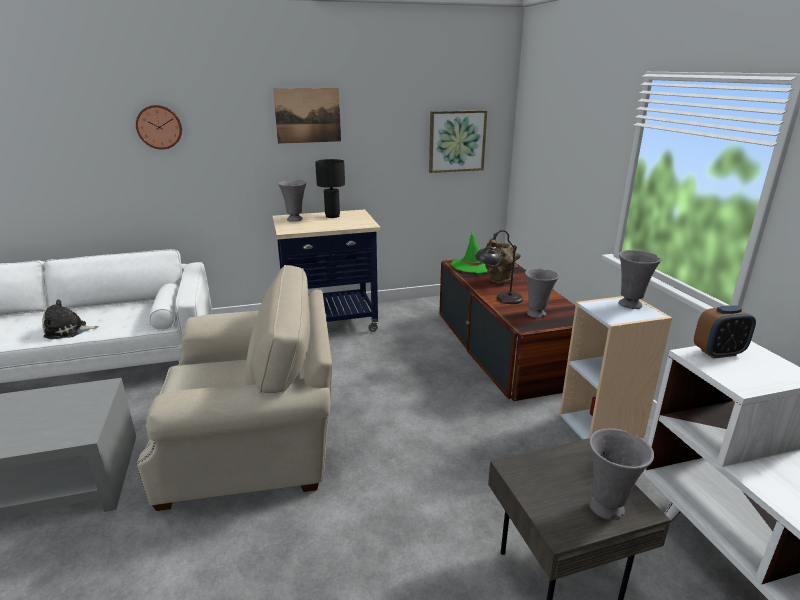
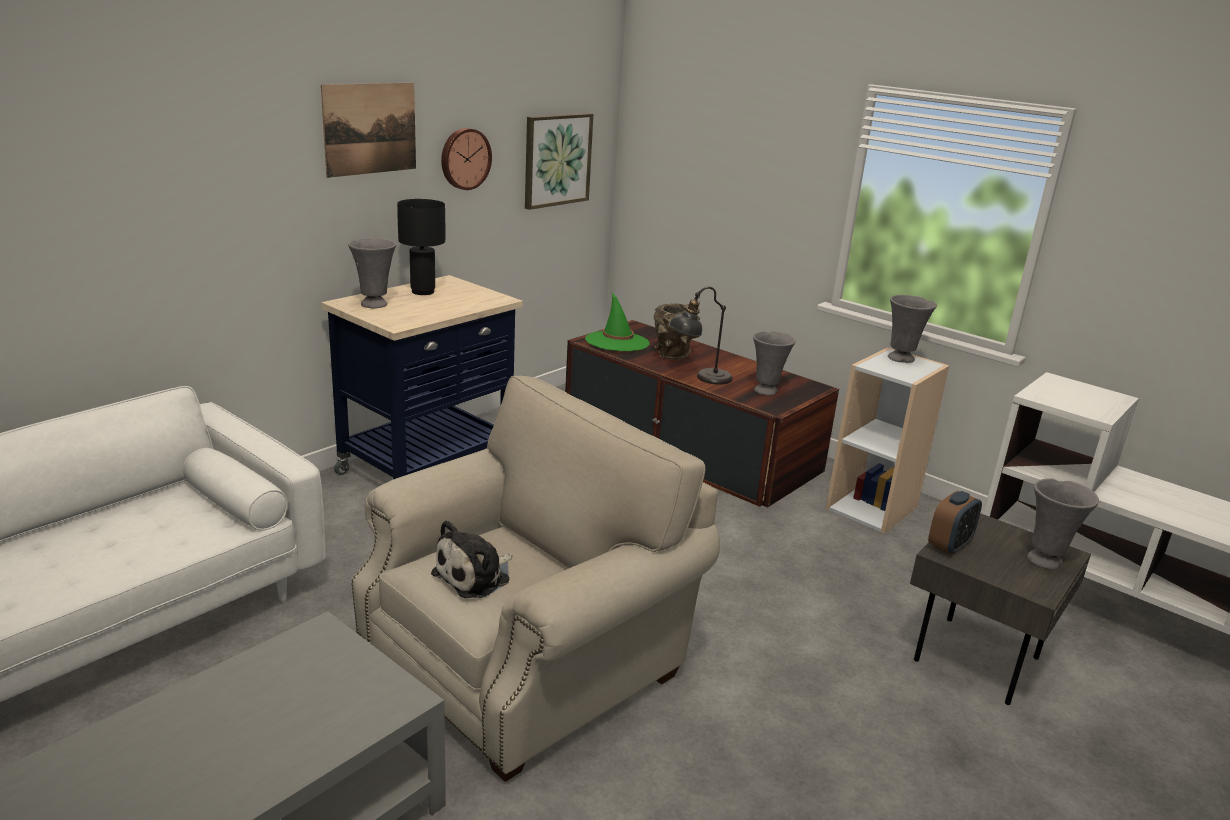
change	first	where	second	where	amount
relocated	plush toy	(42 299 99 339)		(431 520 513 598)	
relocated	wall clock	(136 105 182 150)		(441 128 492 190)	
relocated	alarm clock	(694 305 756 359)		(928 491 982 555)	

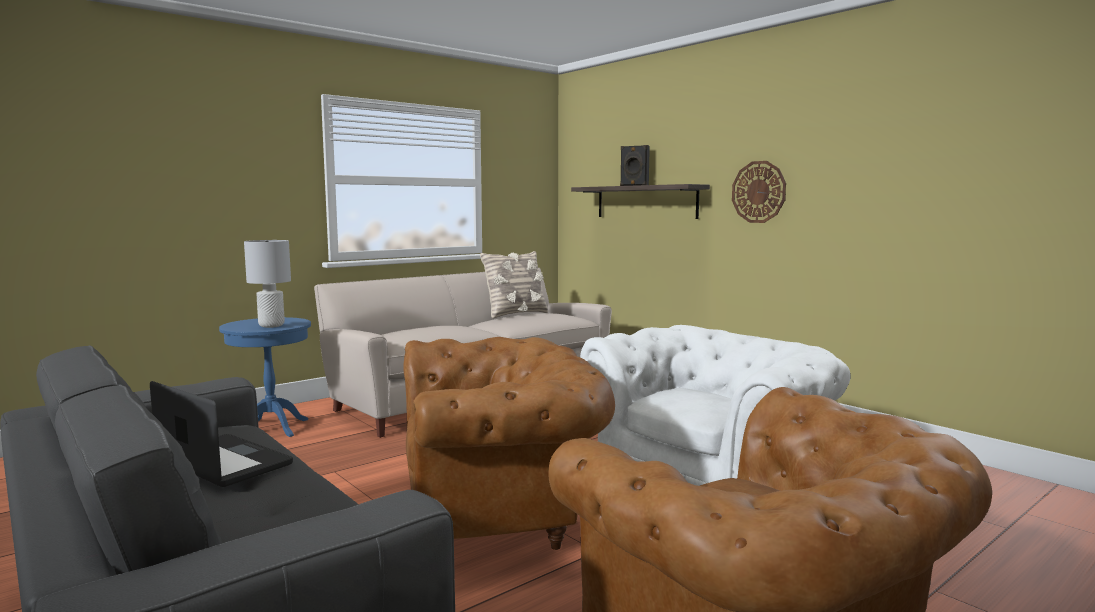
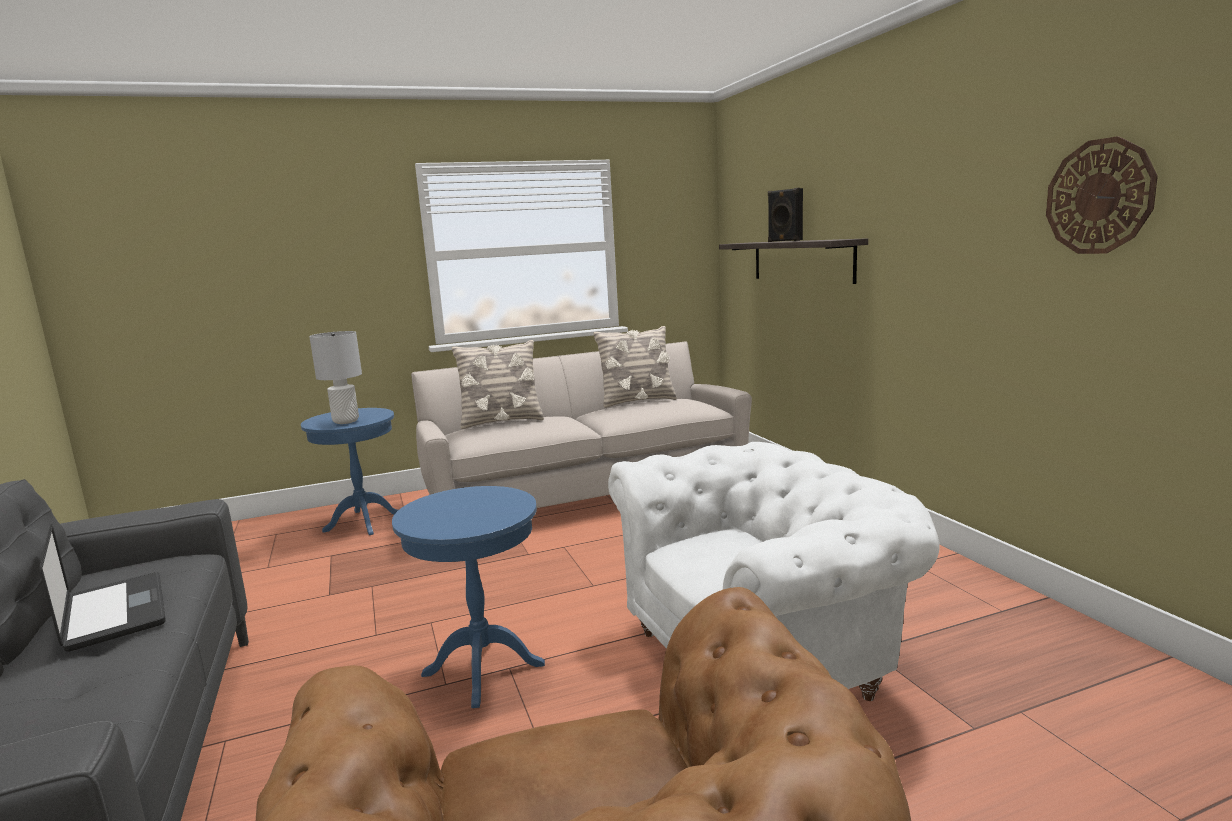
change	first	where	second	where	amount
exchanged	brown armchair	(403 337 615 550)	blue side table	(392 486 545 708)	
relocated	wall clock	(732 161 786 223)		(1046 136 1158 254)	
appeared			beige pillow	(452 340 544 429)	

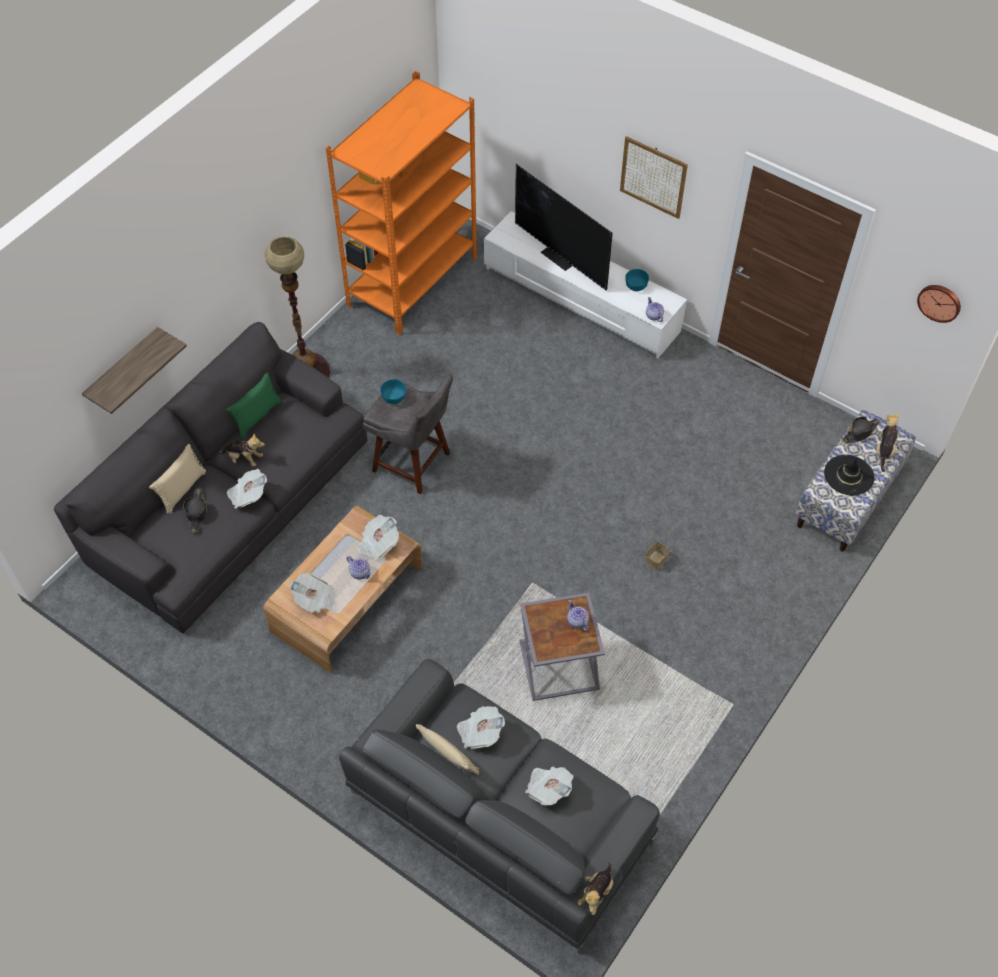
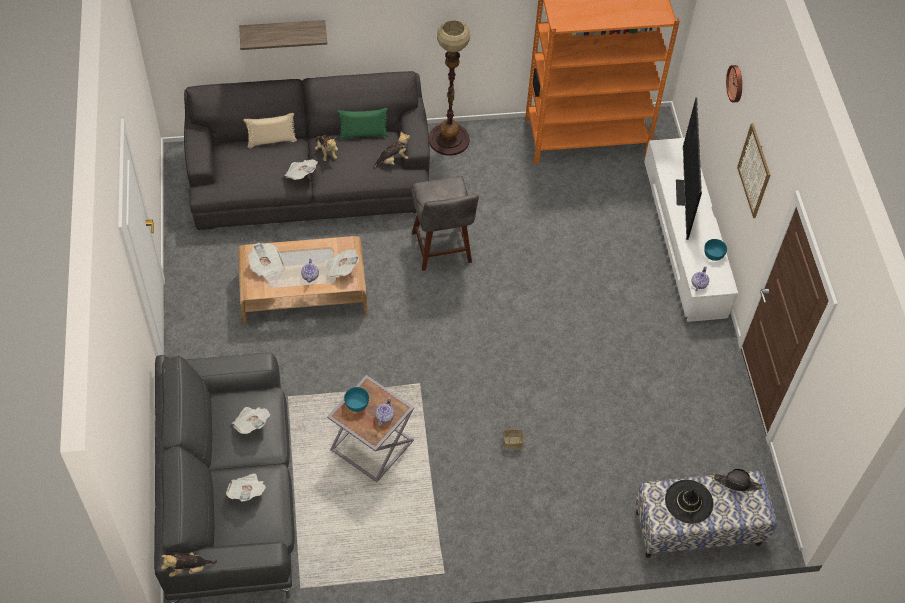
change	first	where	second	where	amount
missing	black hat	(183 489 207 533)			
relocated	turquoise bowl	(380 379 406 404)		(344 387 369 412)	
missing	beige pillow	(416 724 479 775)			
relocated	plush toy	(876 413 899 472)		(373 131 410 169)	
relocated	wall clock	(917 285 961 323)		(726 65 742 103)	

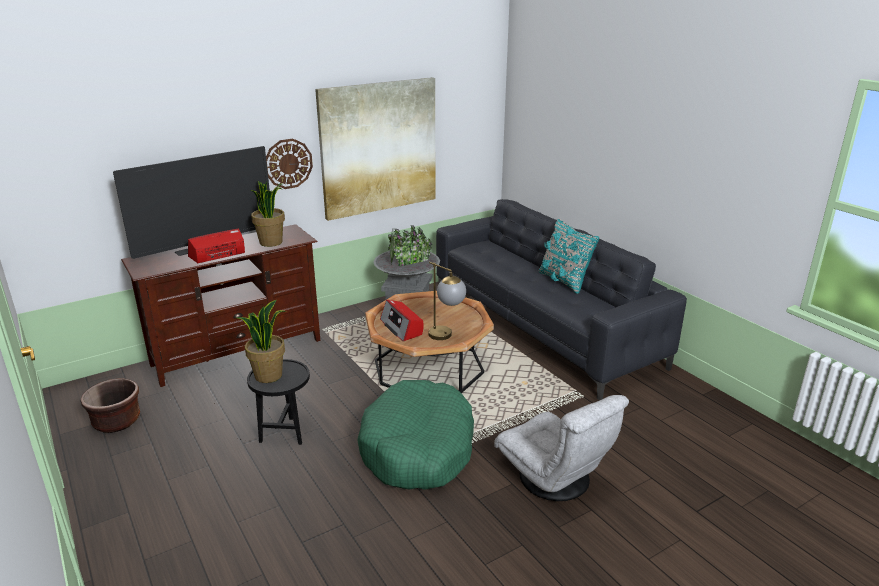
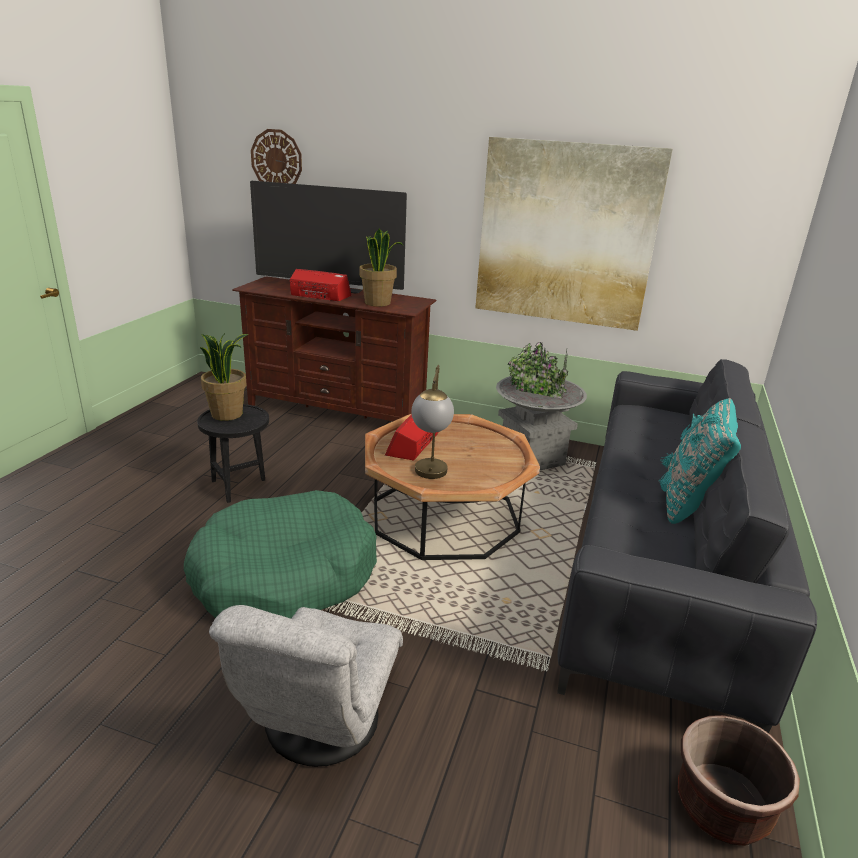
change	first	where	second	where	amount
relocated	brown planter	(81 378 140 433)		(678 715 800 846)	
relocated	wall clock	(266 139 313 189)		(251 129 302 184)	

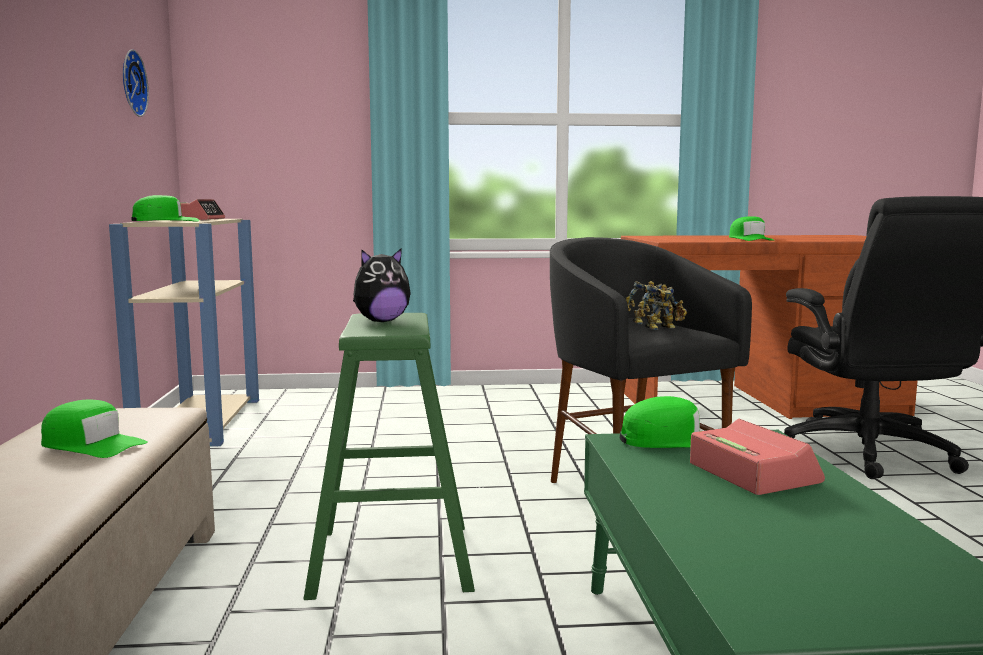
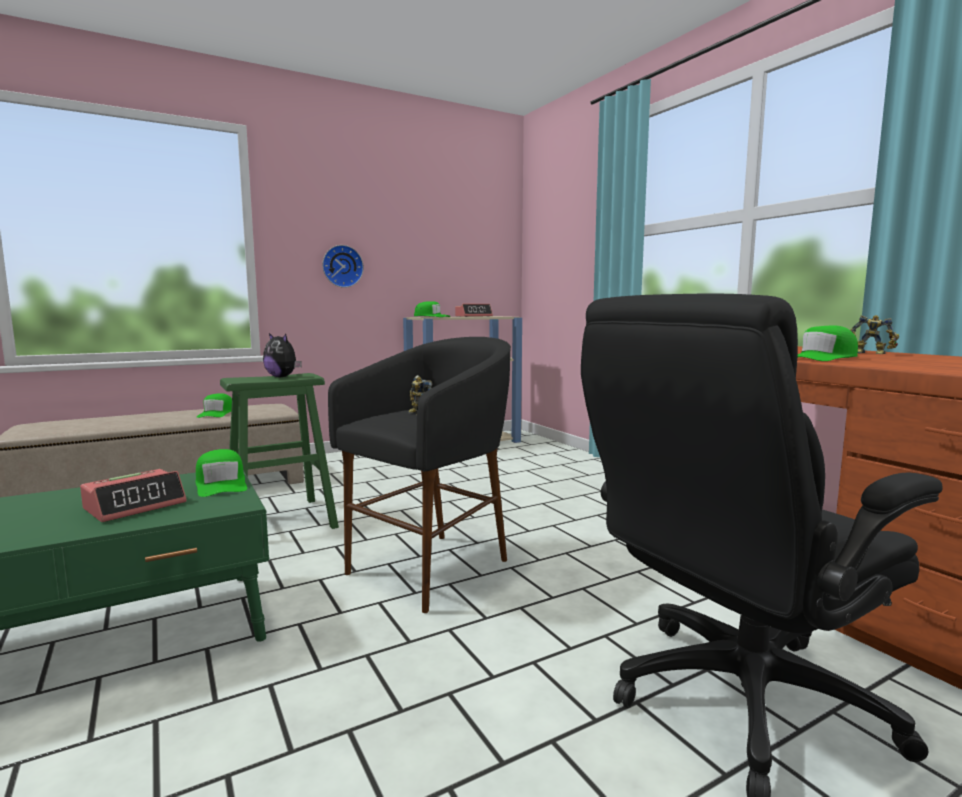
change	first	where	second	where	amount
relocated	wall clock	(123 49 149 117)		(322 245 364 288)	
relocated	toy robot	(637 284 687 330)		(850 315 899 354)	

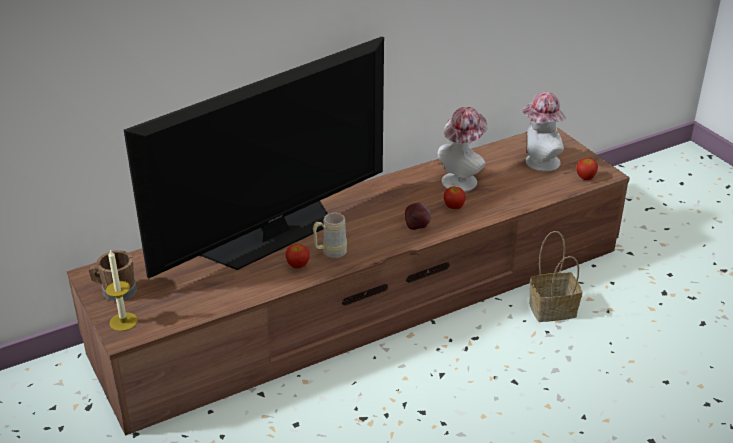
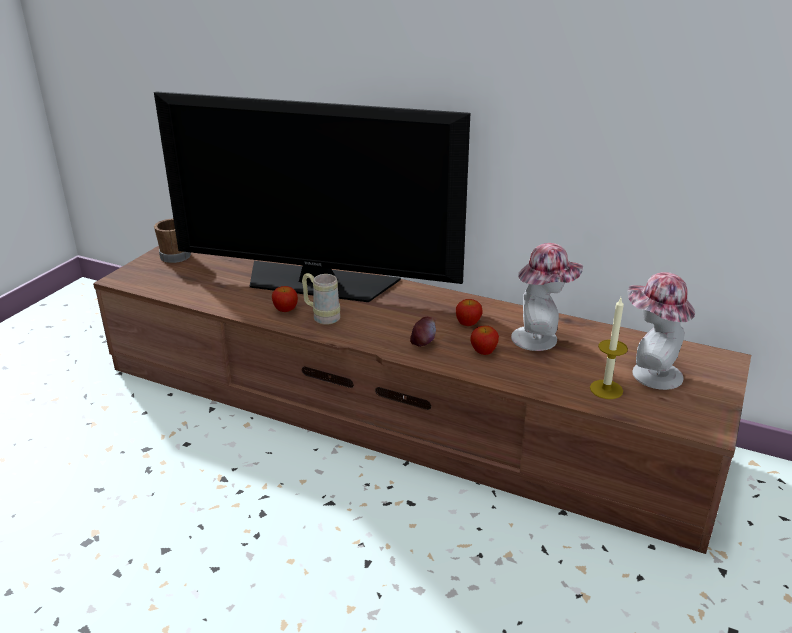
change	first	where	second	where	amount
relocated	candle	(105 249 138 331)		(590 298 628 399)	
missing	basket	(529 231 582 322)			
relocated	apple	(576 158 598 180)		(456 299 483 326)	

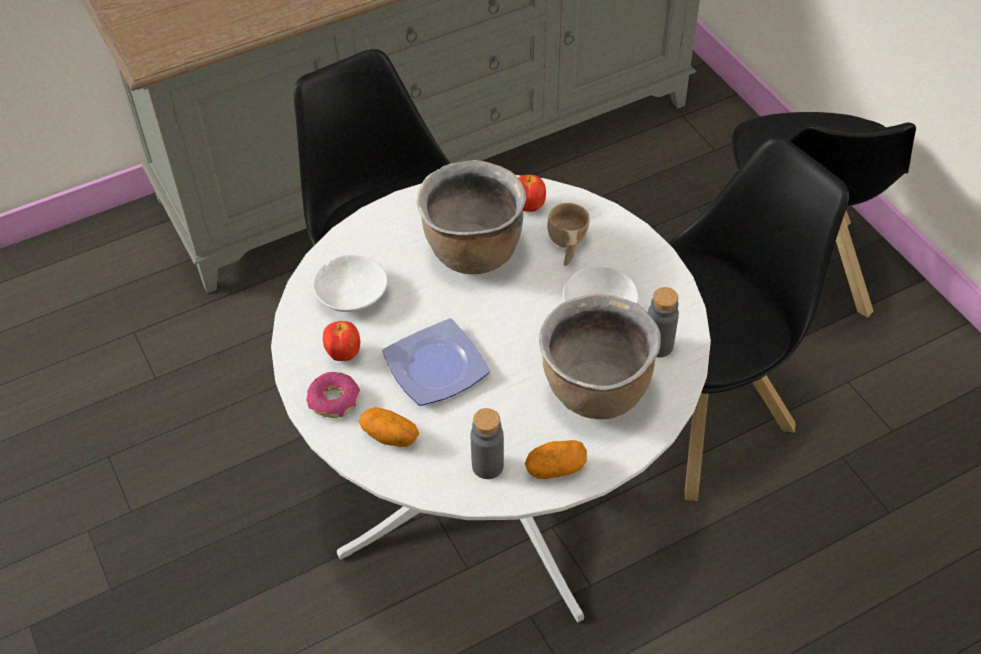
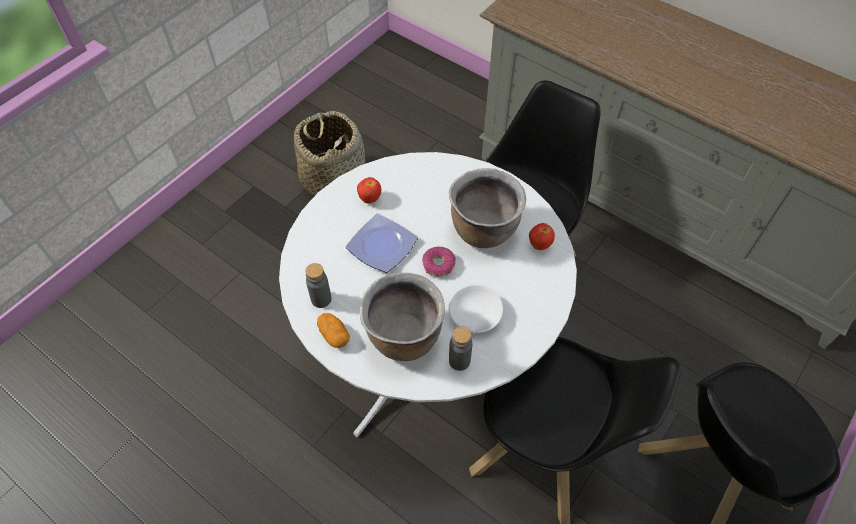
change	first	where	second	where	amount
relocated	donut	(306 372 360 418)		(422 247 456 277)	
missing	white bowl	(313 254 388 312)			
missing	potato	(359 407 419 447)			
missing	beige cup	(547 203 590 266)			
appeared			basket	(294 111 366 196)	

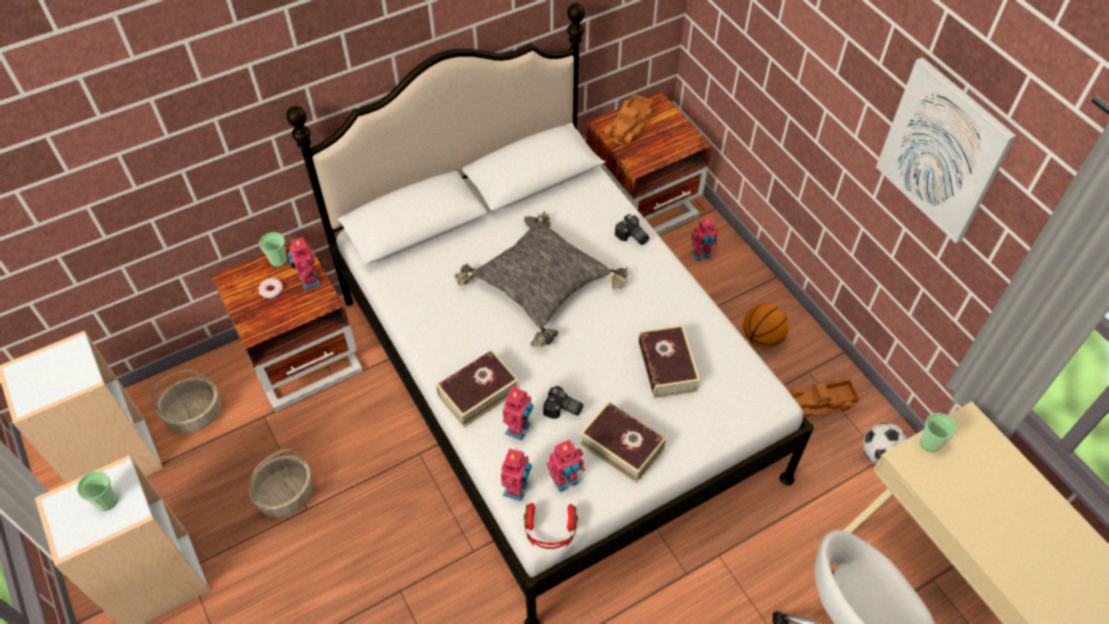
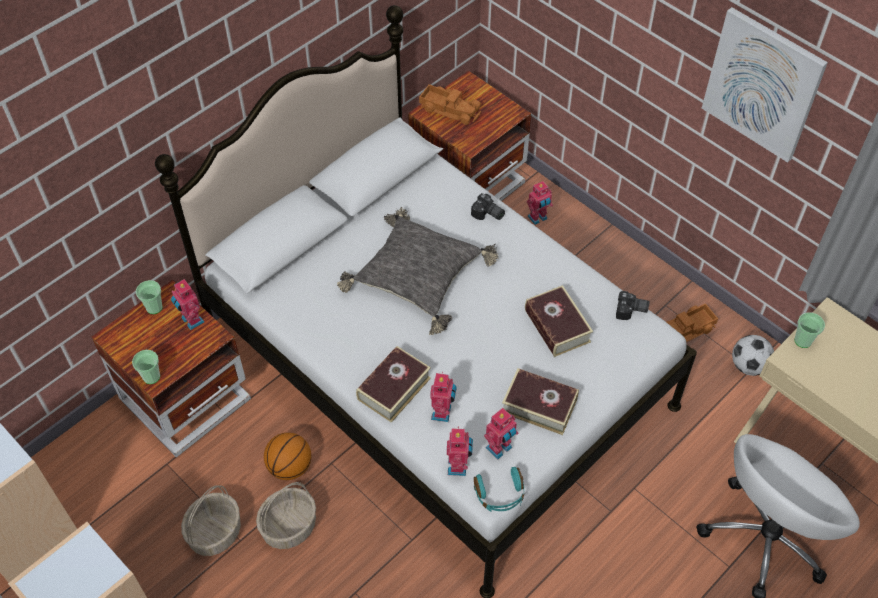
change	first	where	second	where	amount
relocated	cup	(77 471 118 511)		(132 350 160 384)	
relocated	basket	(152 370 222 433)		(256 482 316 549)	
missing	donut	(258 278 283 299)			
colour	red headphones	(524 503 578 549)	turquoise headphones	(474 467 524 512)	
relocated	photo camera	(543 386 583 419)		(616 291 650 320)	
spun	toy truck	(604 94 654 145)		(419 84 481 125)	75 degrees counterclockwise
relocated	basketball	(743 303 789 348)		(264 433 311 480)	

